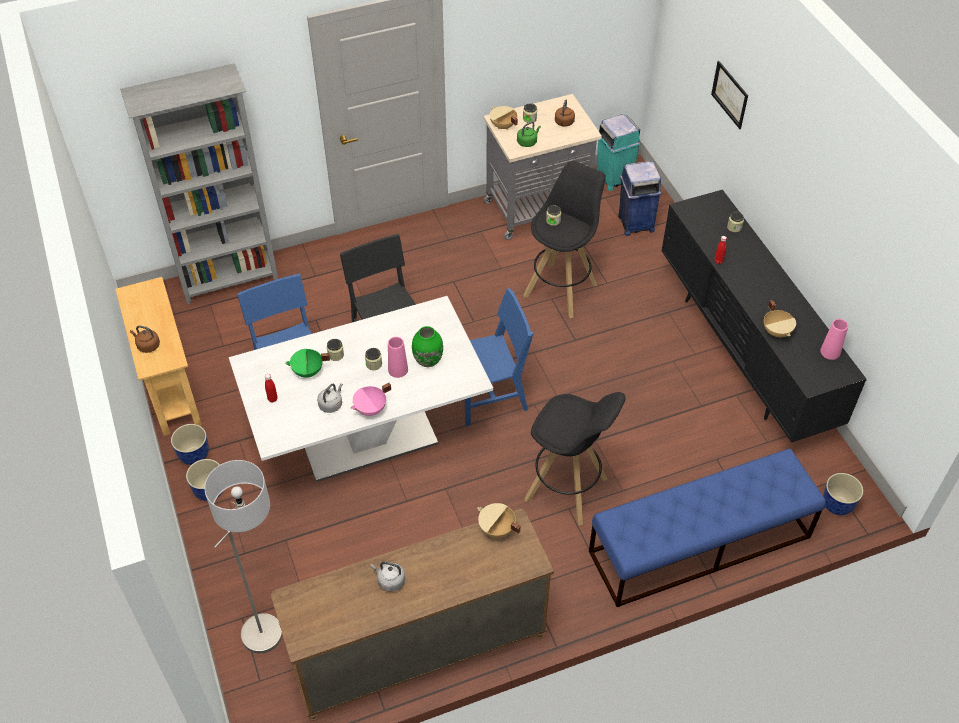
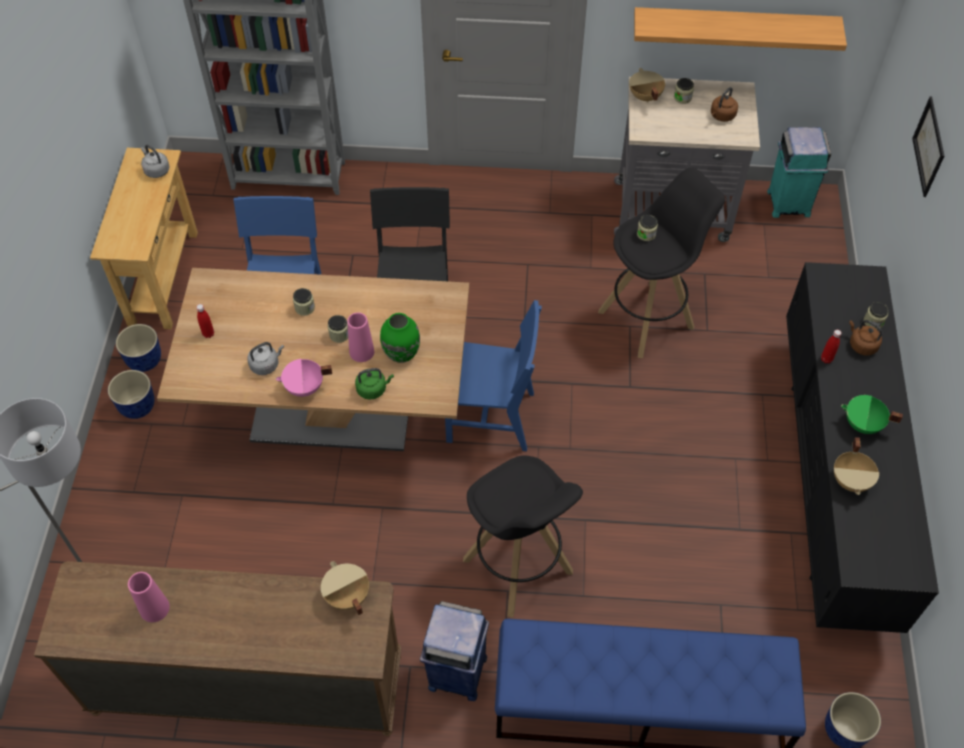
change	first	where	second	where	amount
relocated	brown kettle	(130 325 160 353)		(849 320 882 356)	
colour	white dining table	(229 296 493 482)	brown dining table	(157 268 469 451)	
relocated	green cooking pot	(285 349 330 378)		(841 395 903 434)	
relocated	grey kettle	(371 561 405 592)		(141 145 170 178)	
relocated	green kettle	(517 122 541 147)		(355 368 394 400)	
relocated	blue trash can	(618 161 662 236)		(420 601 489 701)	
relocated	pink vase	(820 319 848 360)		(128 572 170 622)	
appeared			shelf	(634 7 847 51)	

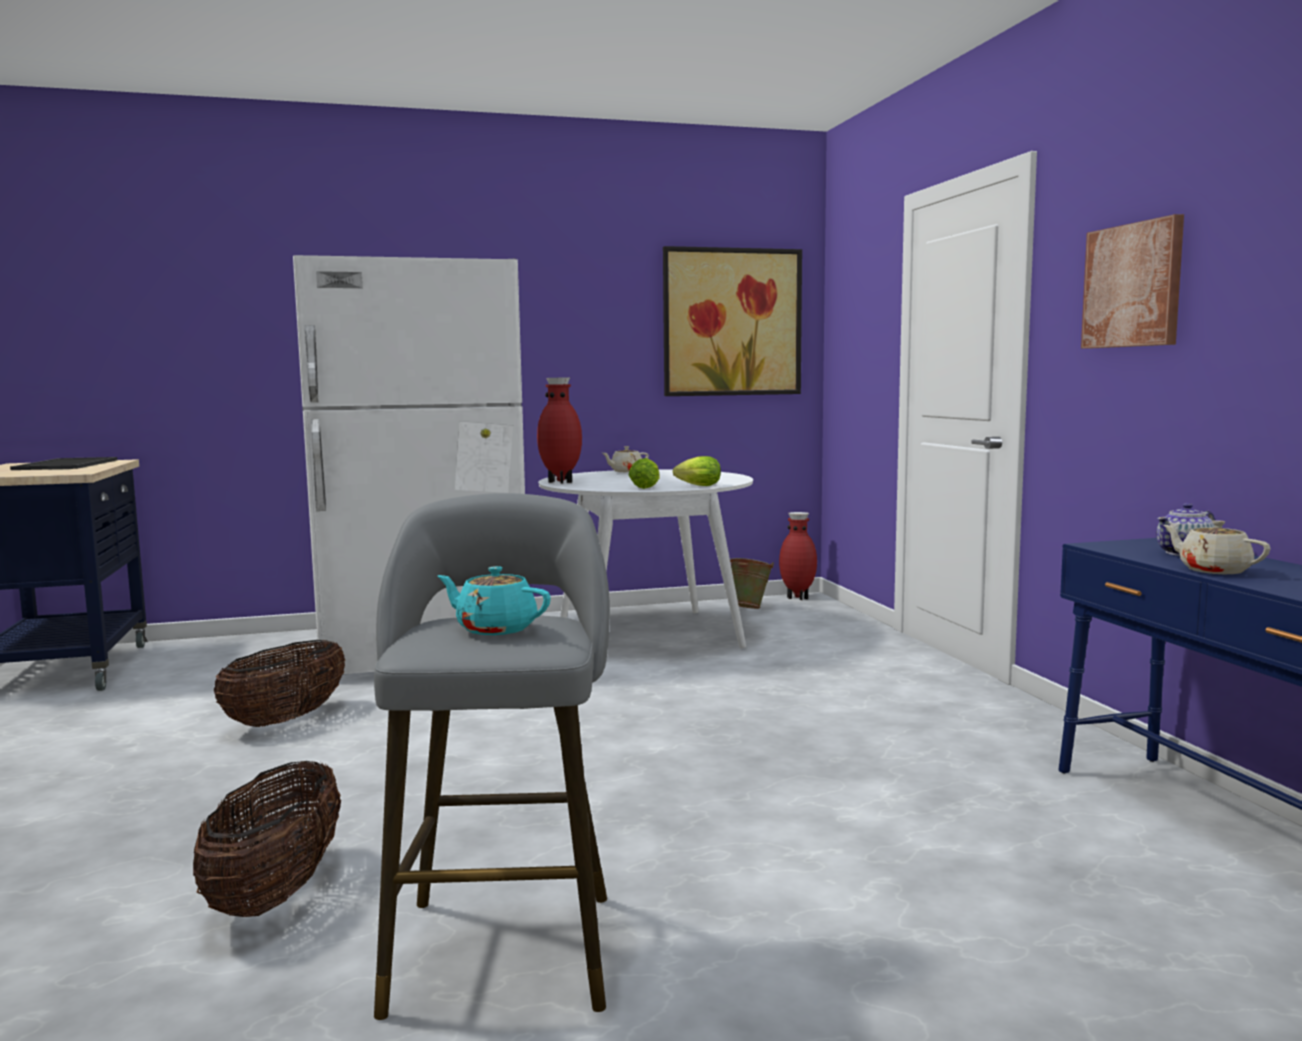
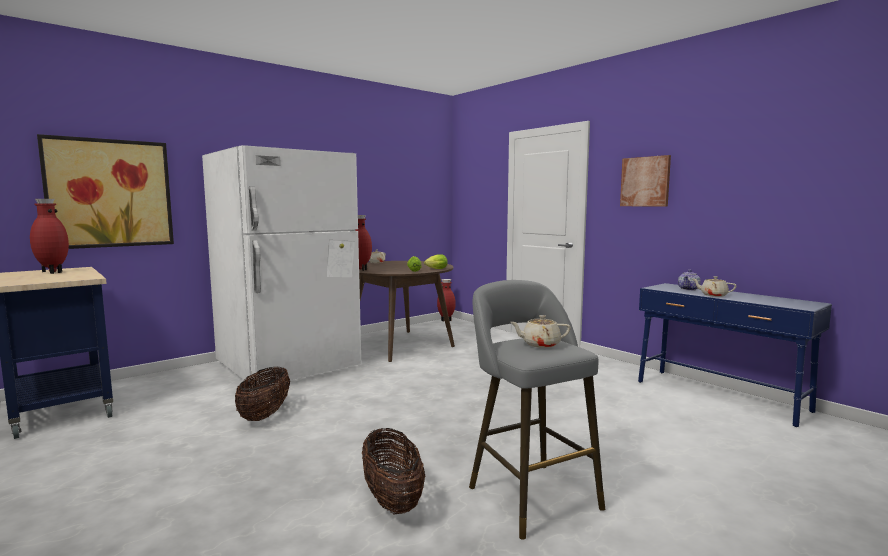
change	first	where	second	where	amount
exchanged	tray	(10 457 117 470)	red vase	(30 199 69 274)	
colour	turquoise teapot	(437 566 551 635)	beige teapot	(510 315 571 348)	
colour	white dining table	(538 470 753 648)	brown dining table	(359 261 455 362)	
relocated	picture	(663 246 802 396)		(37 134 174 249)	
missing	green bucket	(730 558 774 609)			

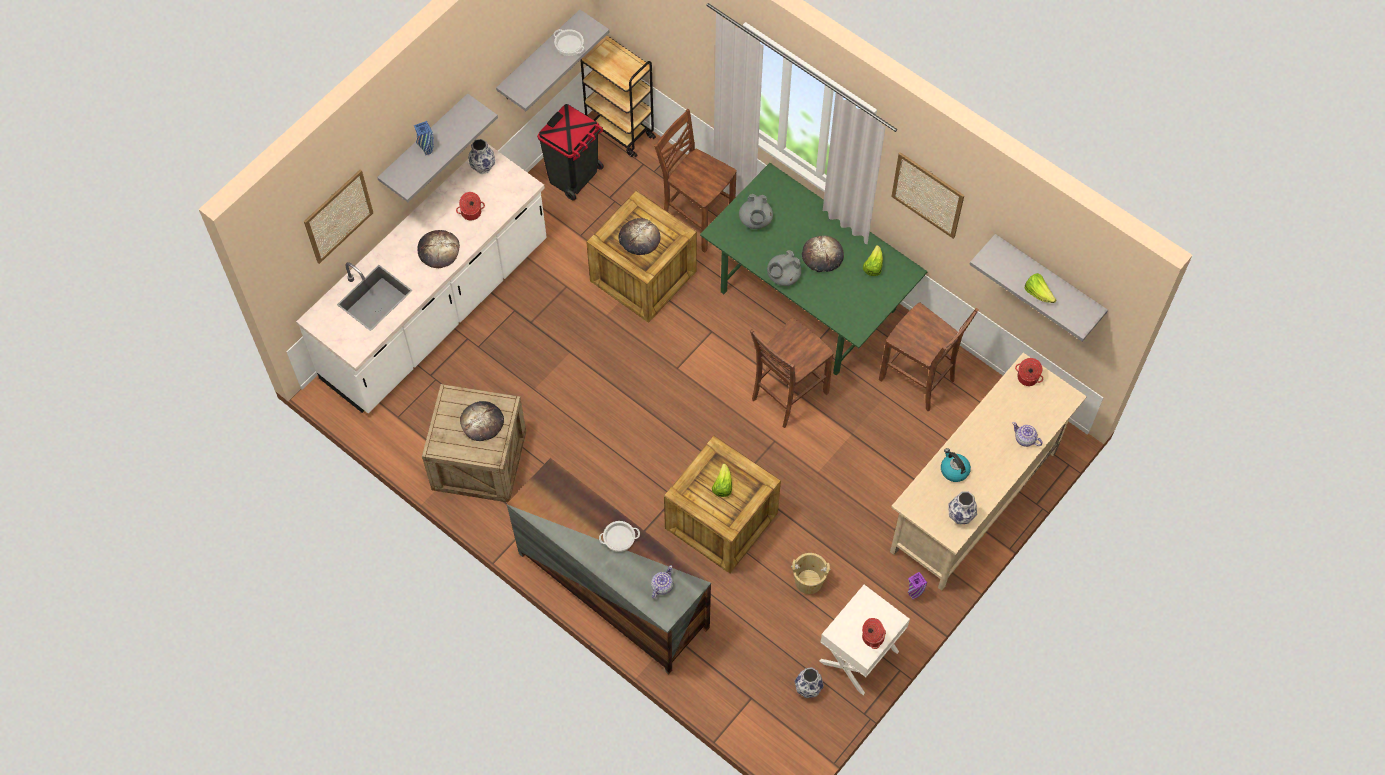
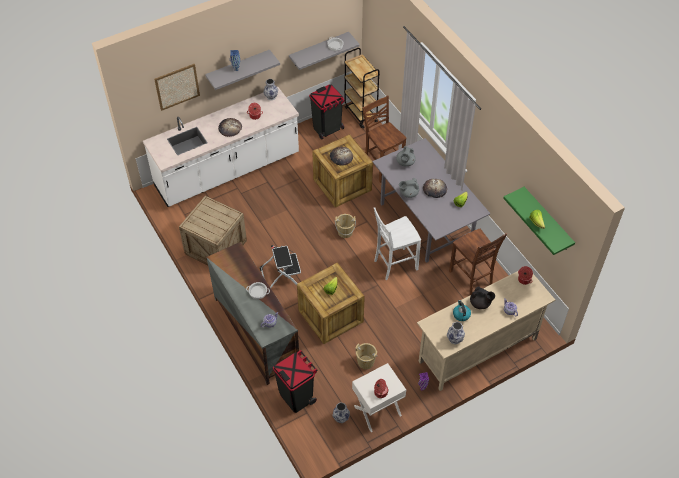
change	first	where	second	where	amount
missing	bread	(460 401 504 441)			
colour	green dining table	(700 163 927 376)	grey dining table	(373 138 490 263)	
colour	brown chair	(750 318 834 428)	white chair	(374 207 421 280)	
missing	picture	(891 152 964 239)			
colour	grey shelf	(969 234 1108 342)	green shelf	(503 187 575 255)	
appeared			step ladder	(260 245 301 288)	
appeared			black trash can	(273 350 317 413)	
appeared			beige bucket	(335 214 356 238)	
appeared			black teapot	(470 287 495 309)	

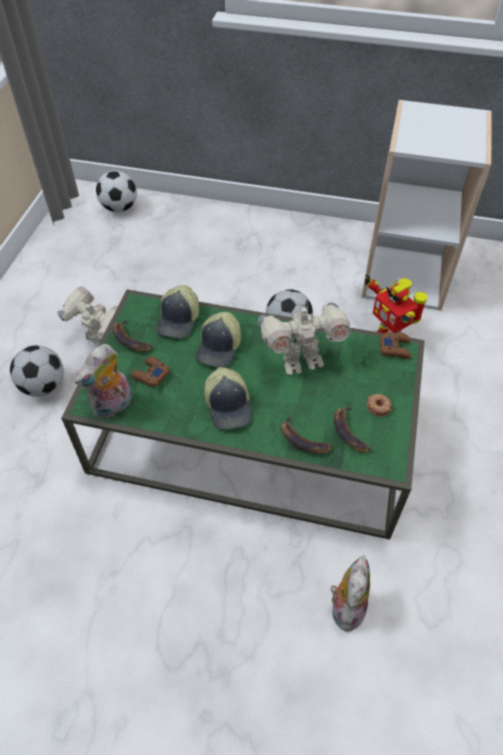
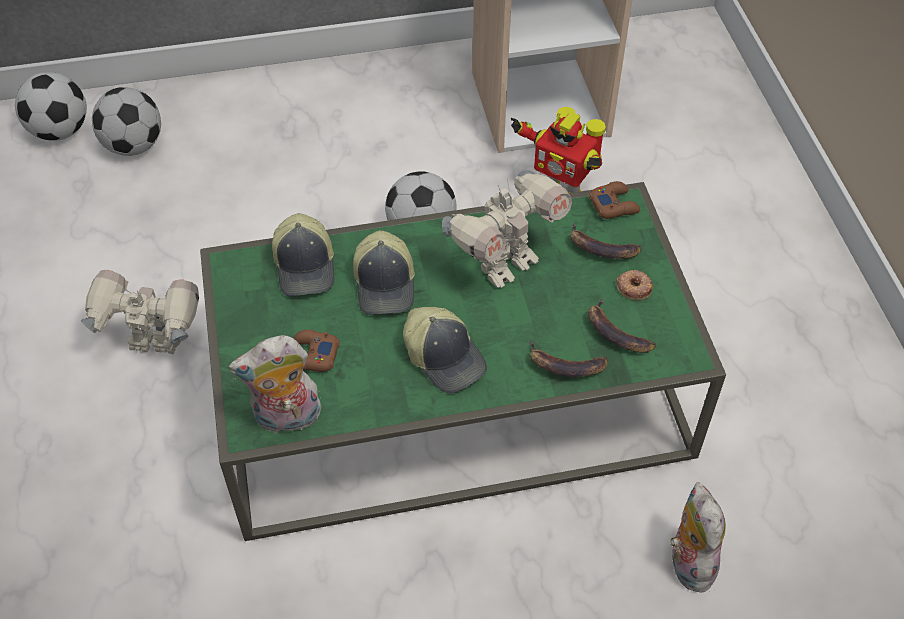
change	first	where	second	where	amount
relocated	football	(10 345 64 397)		(92 87 161 156)	
spun	plush toy	(75 344 132 419)		(228 335 321 433)	60 degrees clockwise
relocated	banana	(113 319 153 352)		(570 223 642 259)	

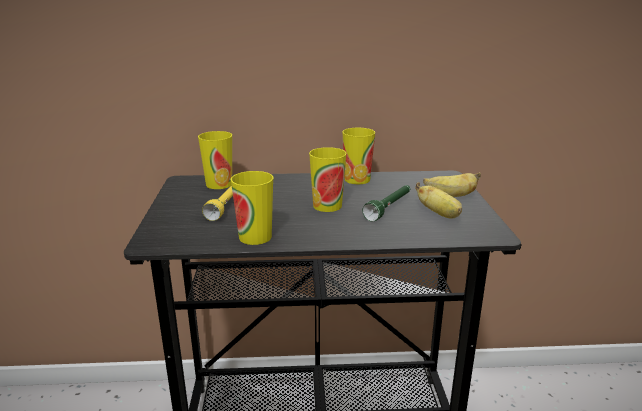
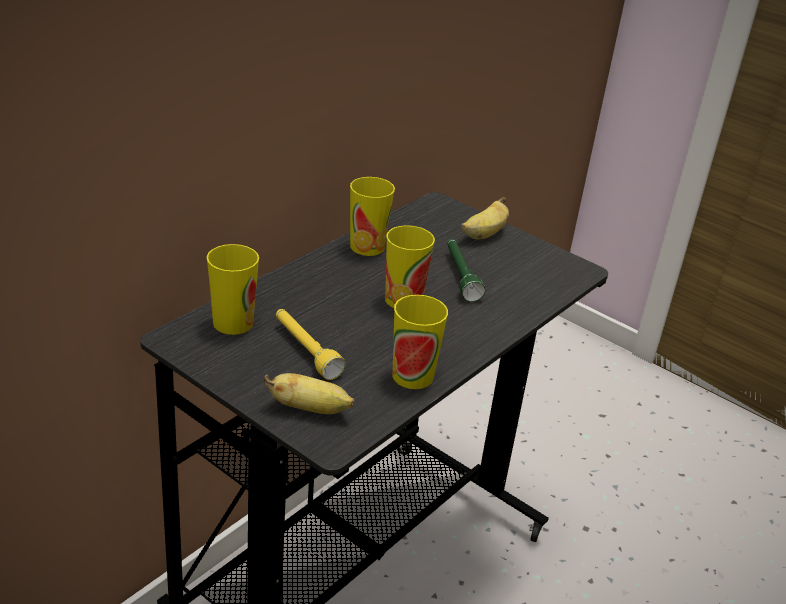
change	first	where	second	where	amount
relocated	banana	(415 182 462 219)		(264 373 354 414)	

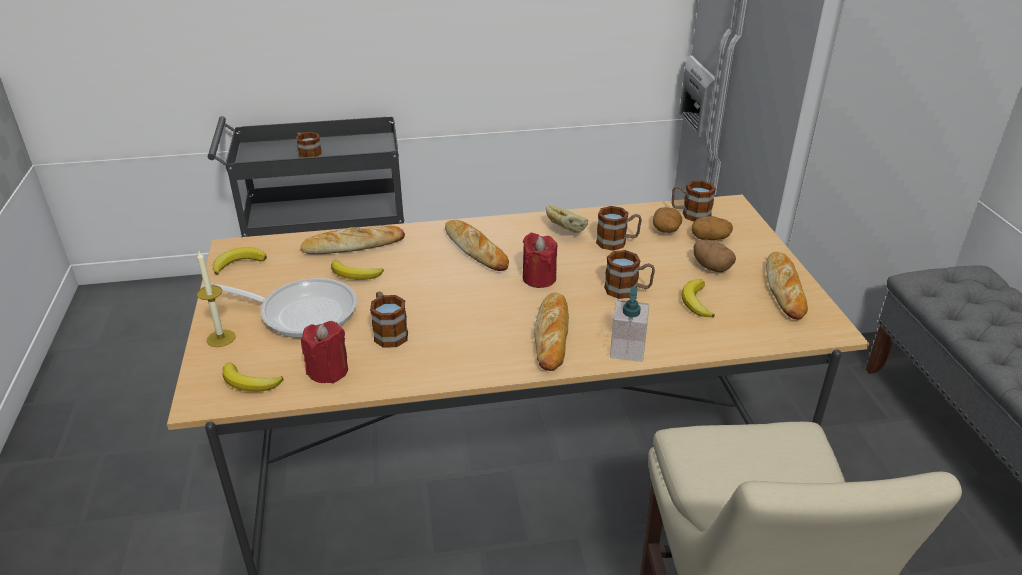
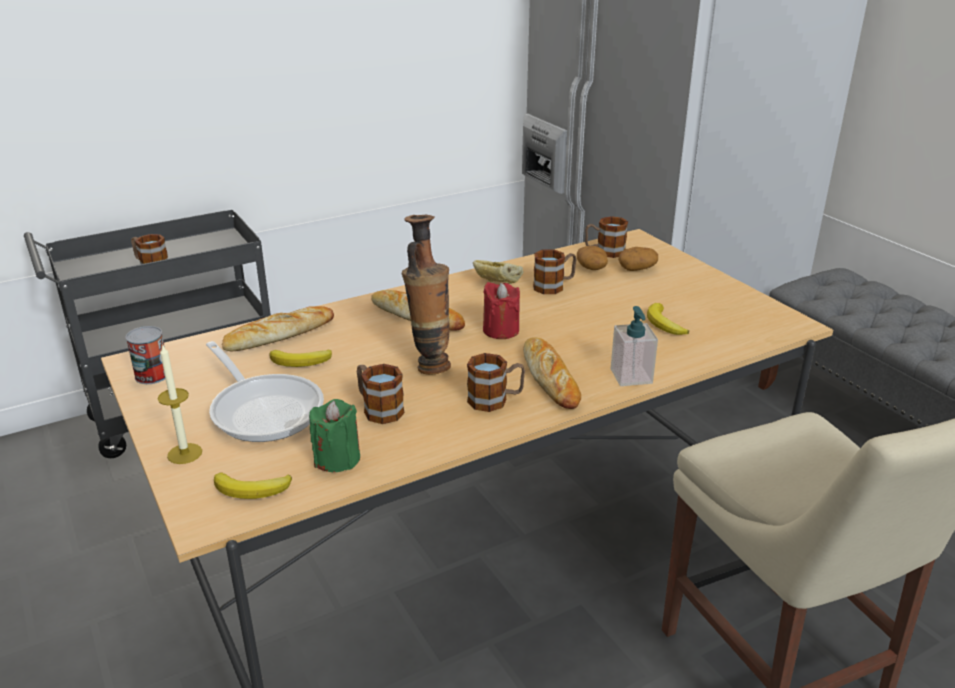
change	first	where	second	where	amount
spun	frying pan	(202 278 357 338)		(206 341 324 442)	60 degrees clockwise
exchanged	banana	(213 247 267 275)	can	(125 326 165 384)	
colour	red candle	(301 321 348 383)	green candle	(309 399 360 472)	
relocated	mug	(604 250 655 299)		(467 353 525 412)	
missing	potato	(693 240 736 272)			
missing	bread	(766 252 808 320)			
appeared			vase	(402 215 451 375)	

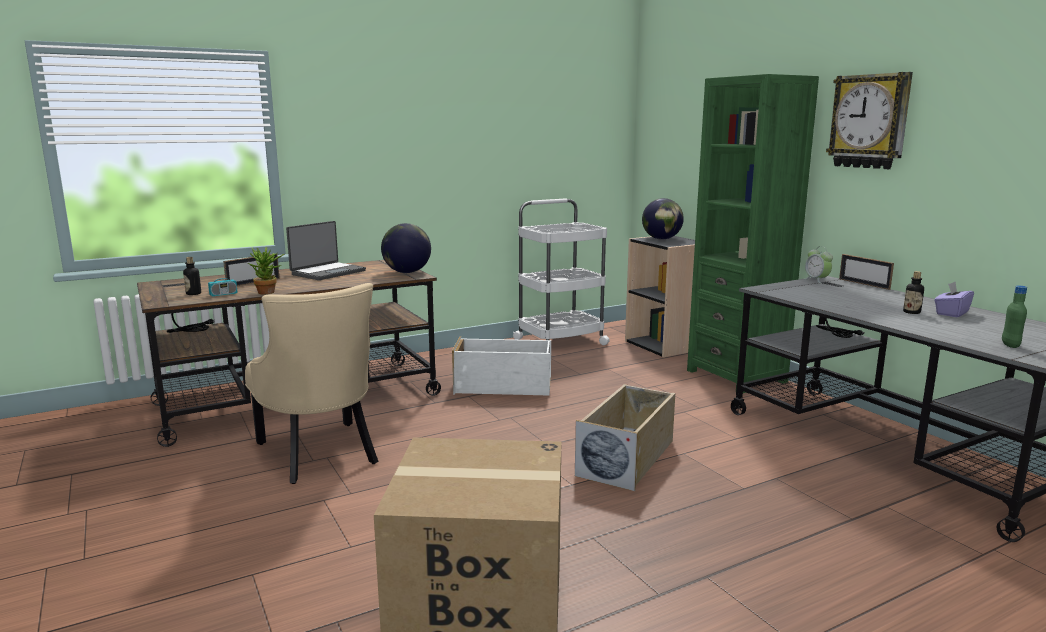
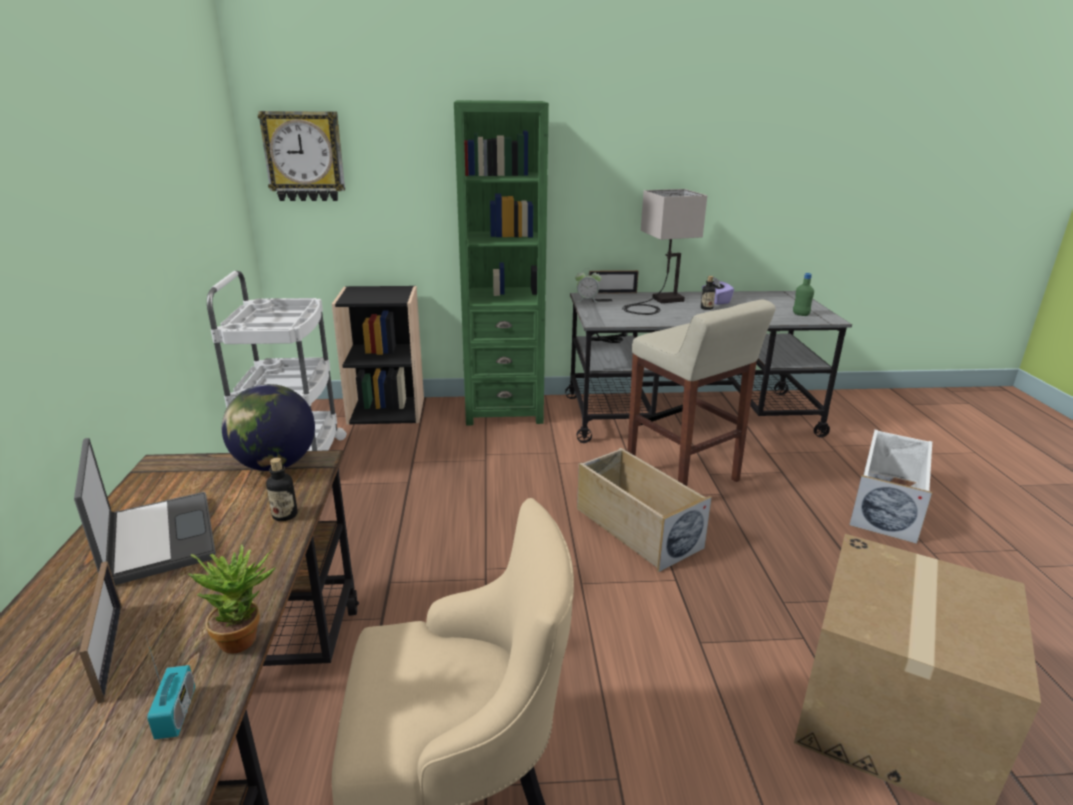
change	first	where	second	where	amount
relocated	bottle	(183 257 201 295)		(266 458 298 521)	
relocated	white storage box	(452 336 551 396)		(849 429 932 544)	
missing	globe	(642 198 684 240)			
relocated	wall clock	(826 72 913 169)		(258 111 345 201)	
appeared			table lamp	(622 189 707 315)	
appeared			beige stool	(627 300 776 486)	

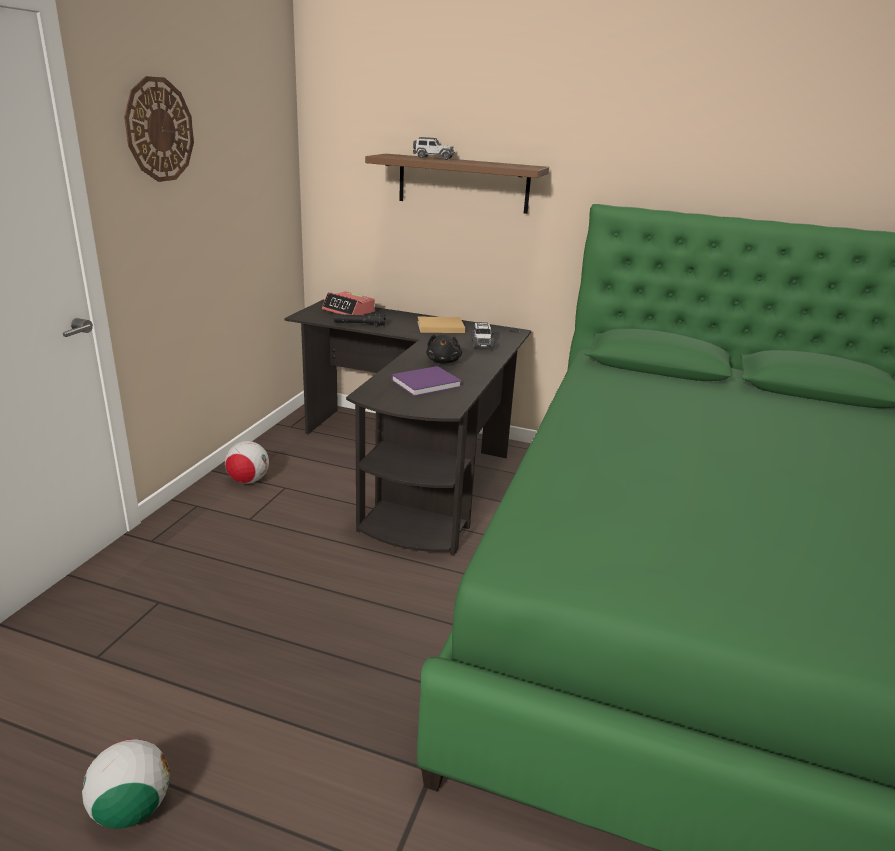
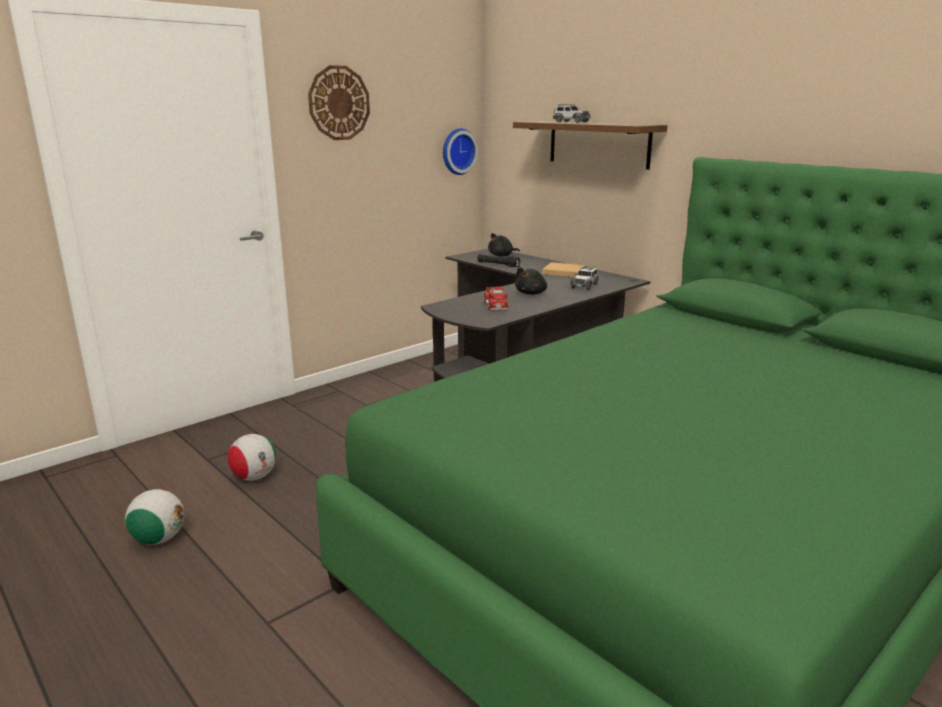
change	first	where	second	where	amount
relocated	football	(225 441 269 484)		(227 434 276 481)	
exchanged	alarm clock	(322 291 375 315)	black plush toy	(488 233 520 257)	
exchanged	purple book	(391 366 462 396)	toy truck	(484 287 508 310)	
appeared			wall clock	(443 128 478 175)	

